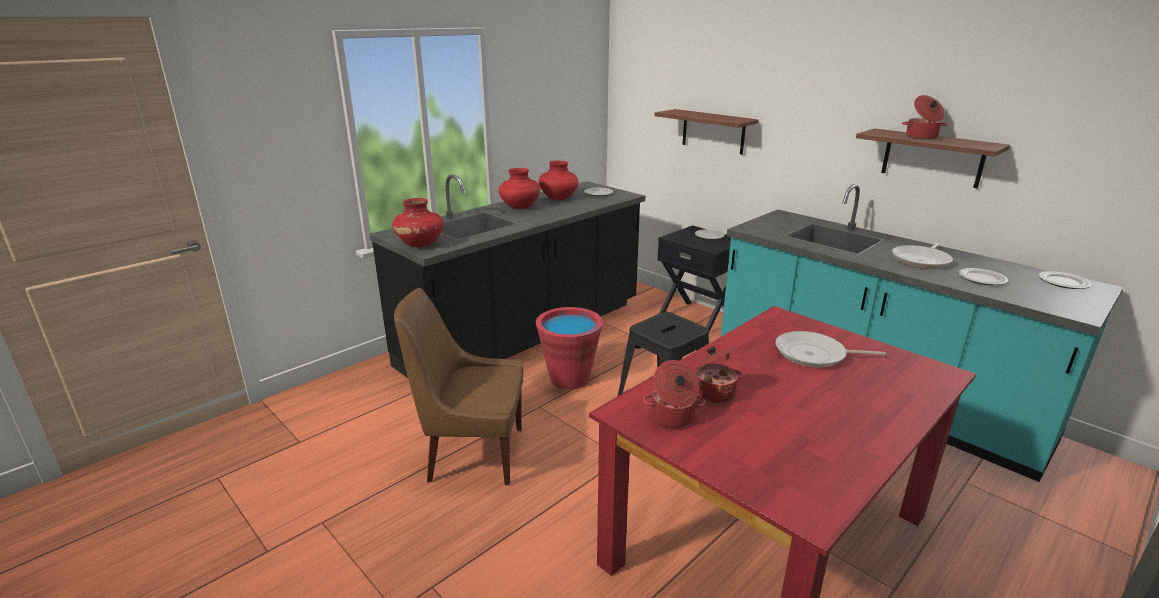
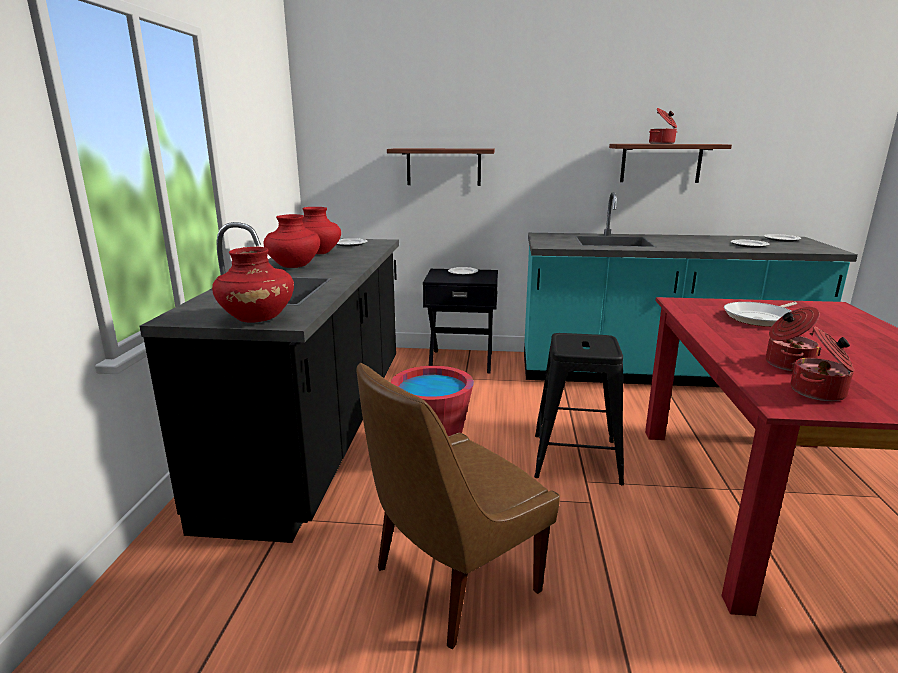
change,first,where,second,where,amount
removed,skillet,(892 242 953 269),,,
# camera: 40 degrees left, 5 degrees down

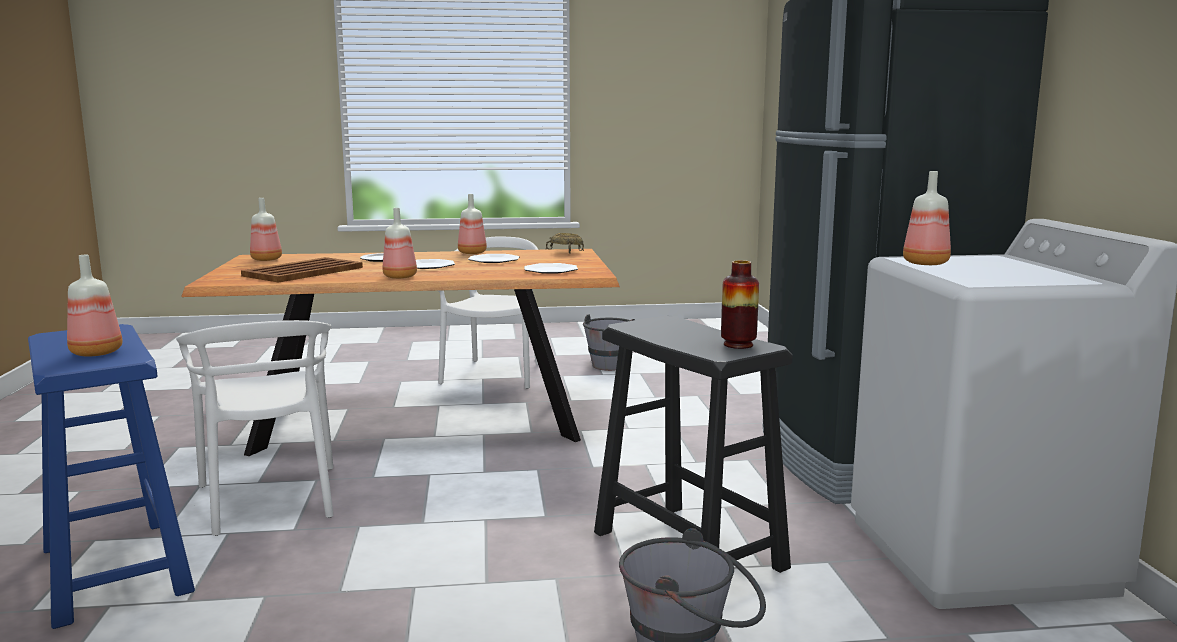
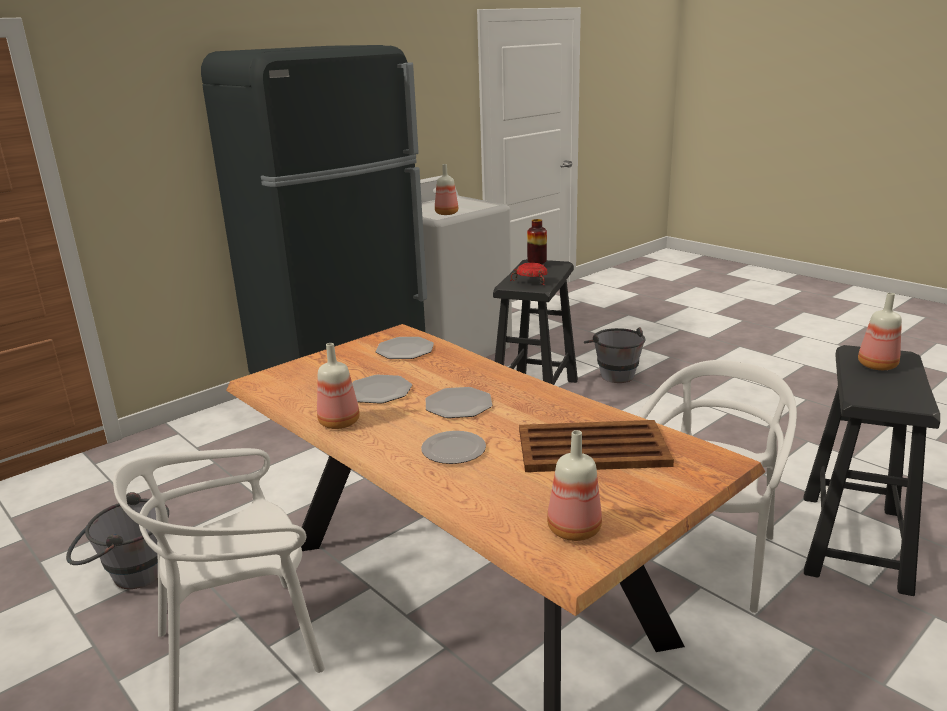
change,first,where,second,where,amount
removed,drink bottle,(383 208 417 279),,,
removed,beige bowl,(546 233 584 253),,,
recoloured,bluish sitting stool,(28 324 195 629),blackish sitting stool,(804 345 940 596),
added,,,reddish bowl,(510 263 548 285),
# camera: 125 degrees left, 10 degrees up

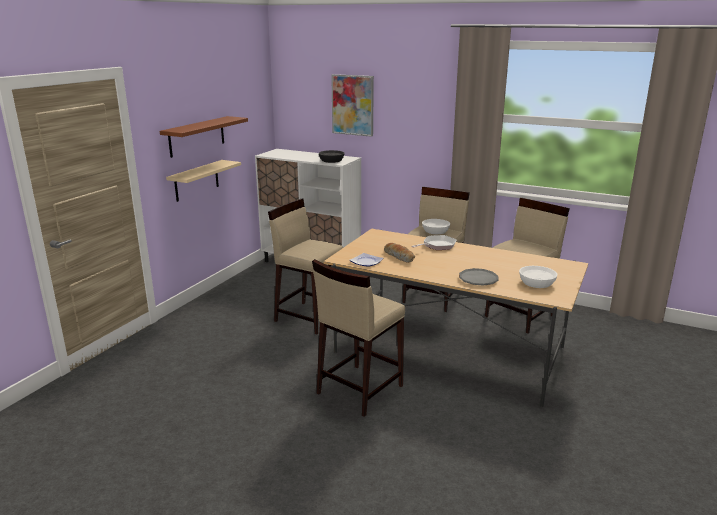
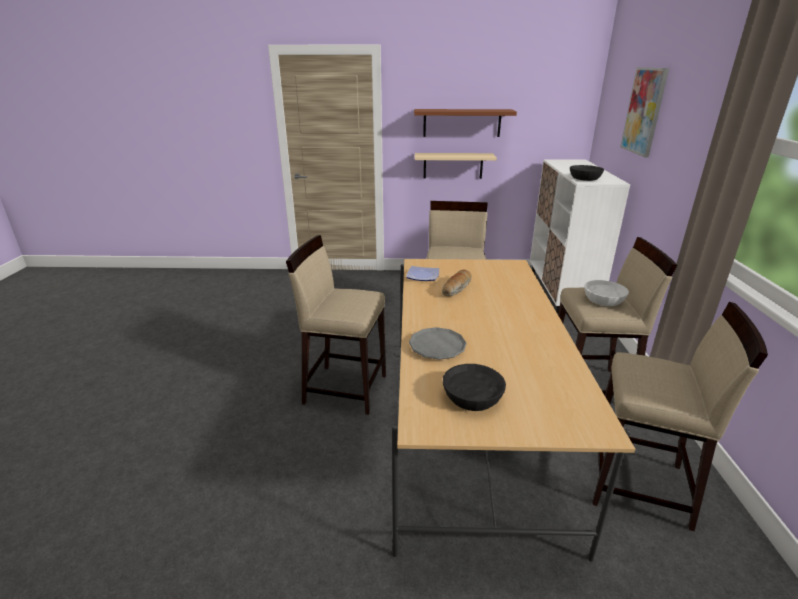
change,first,where,second,where,amount
removed,skillet,(411 235 457 250),,,
recoloured,white bowl,(519 266 557 288),blackish bowl,(443 364 506 411),
# camera: 65 degrees right, 5 degrees up

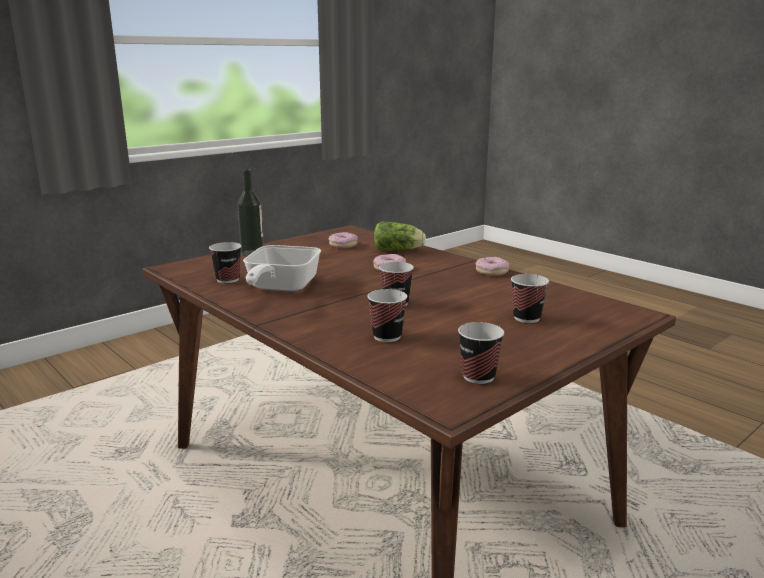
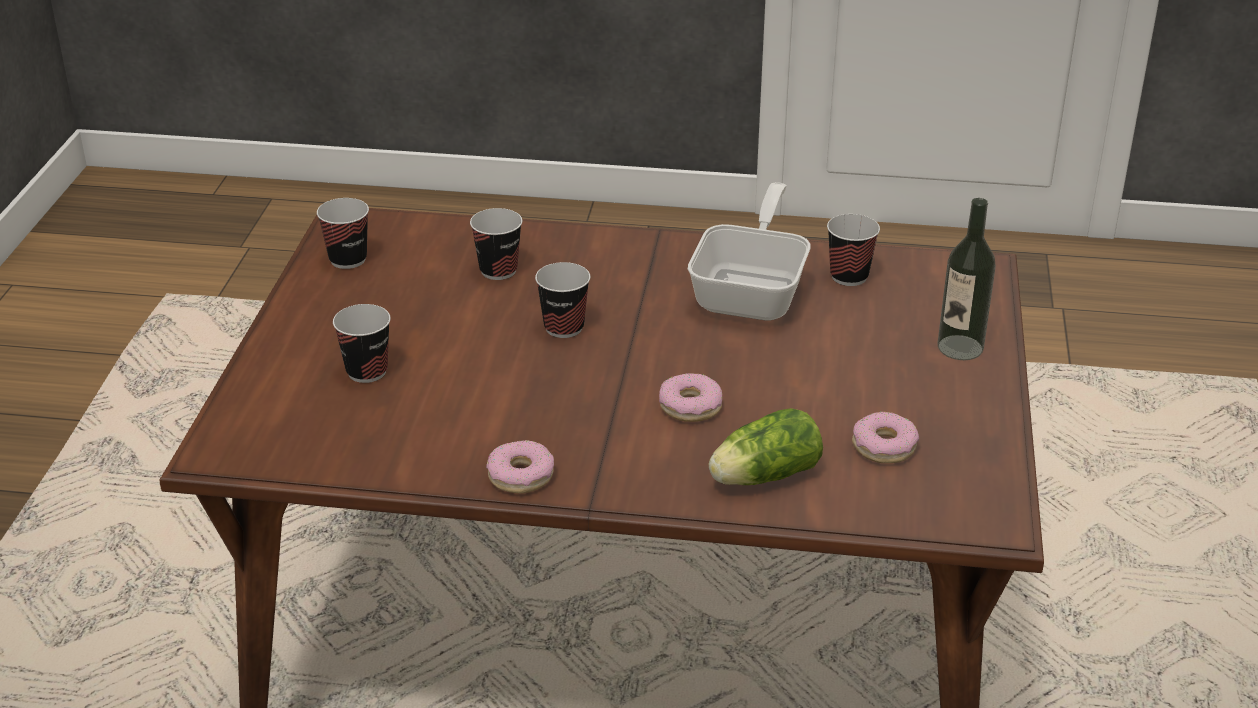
change,first,where,second,where,amount
turned,skillet,(243 245 321 292),,(688 182 811 321),45 degrees clockwise
# camera: 140 degrees right, 15 degrees up

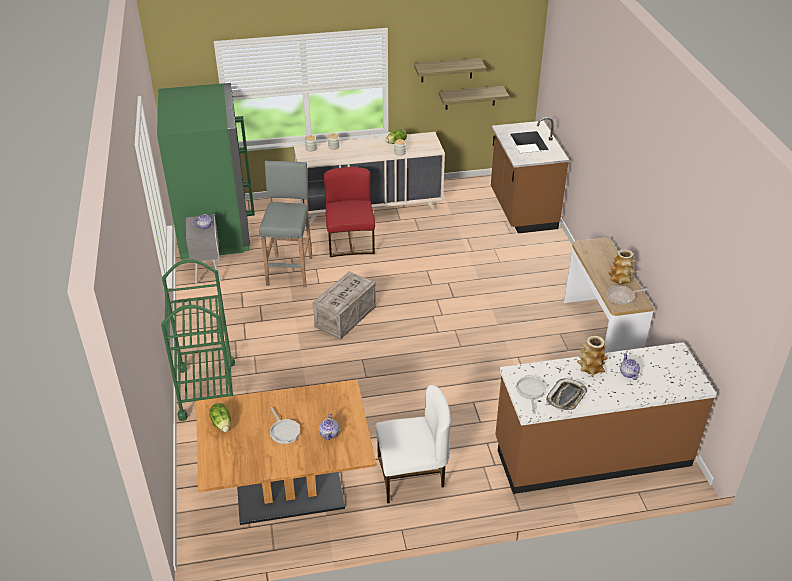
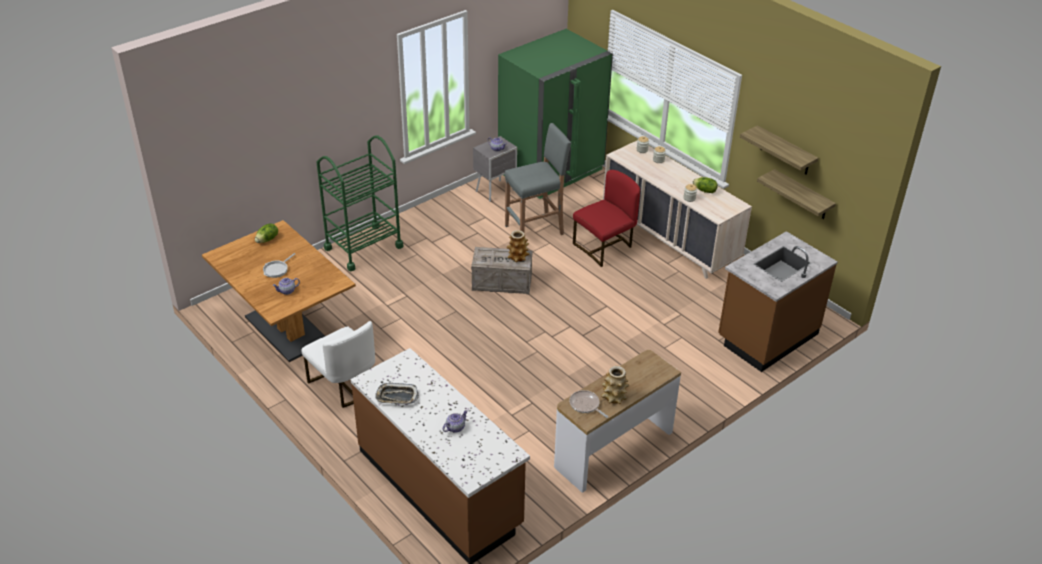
change,first,where,second,where,amount
moved,flower vase,(577 336 608 376),,(507 230 529 262),
removed,skillet,(515 375 546 414),,,
# camera: 60 degrees right, 0 degrees up

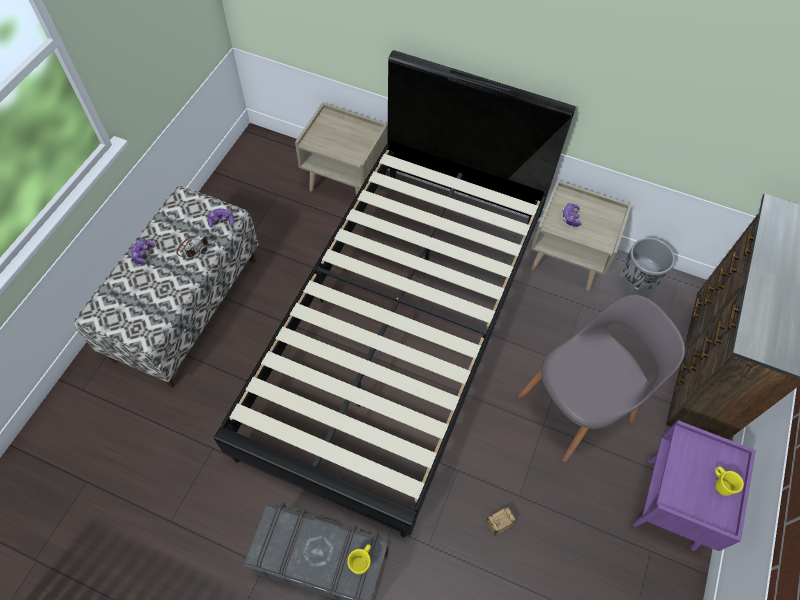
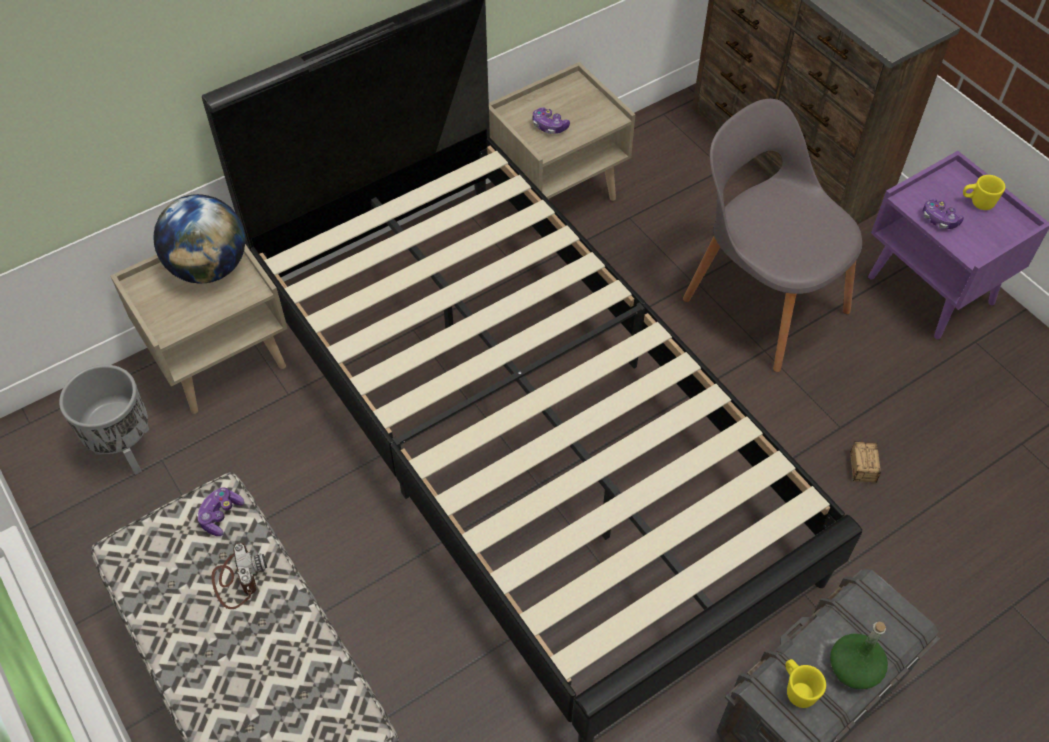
change,first,where,second,where,amount
moved,gray flower pot,(620 238 675 295),,(59 365 149 475),
moved,joypad,(130 239 156 265),,(923 198 964 229),
turned,gray chair,(518 295 685 462),,(683 99 862 372),45 degrees counterclockwise
moved,yellow mug,(347 544 371 574),,(785 659 826 708),
added,,,desk globe,(153 194 245 283),
added,,,green drink bottle,(830 622 888 689),
# camera: 55 degrees left, 5 degrees down

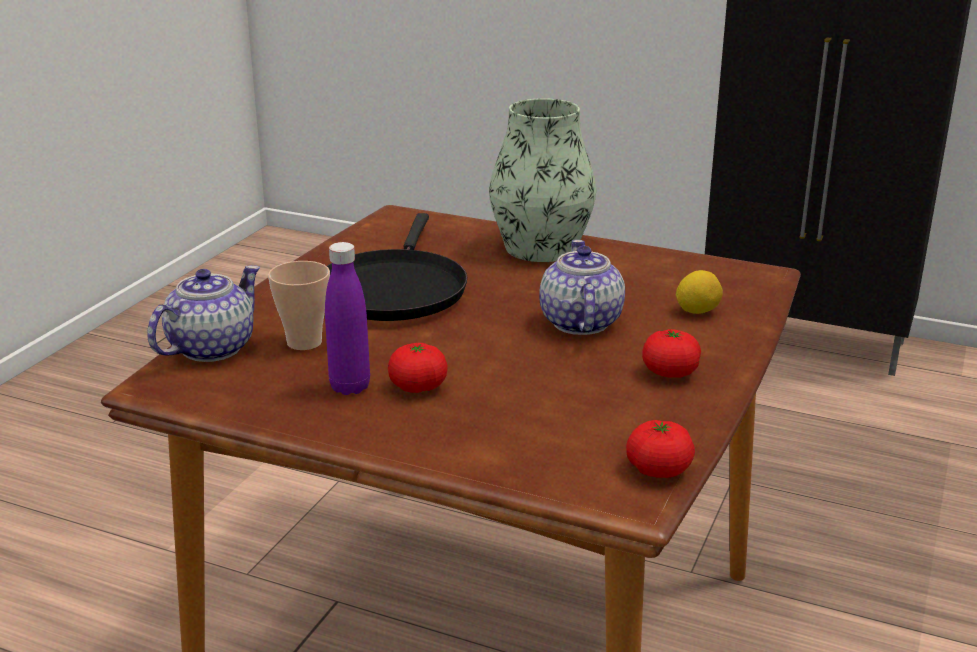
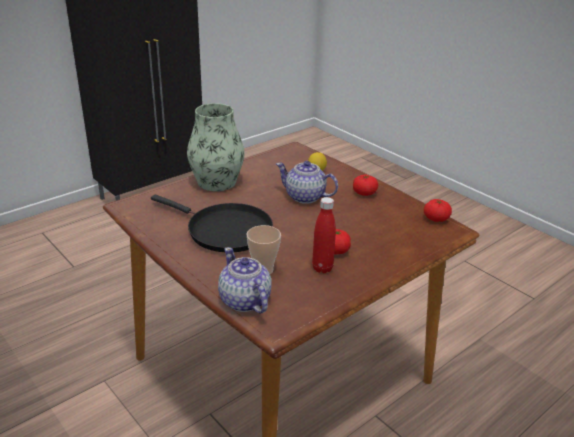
change,first,where,second,where,amount
recoloured,purplish drink bottle,(325 242 370 395),reddish drink bottle,(312 197 336 273),
# camera: 65 degrees left, 5 degrees up

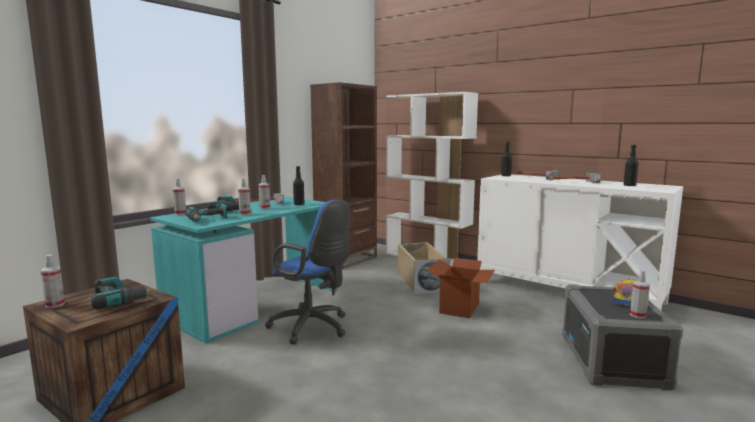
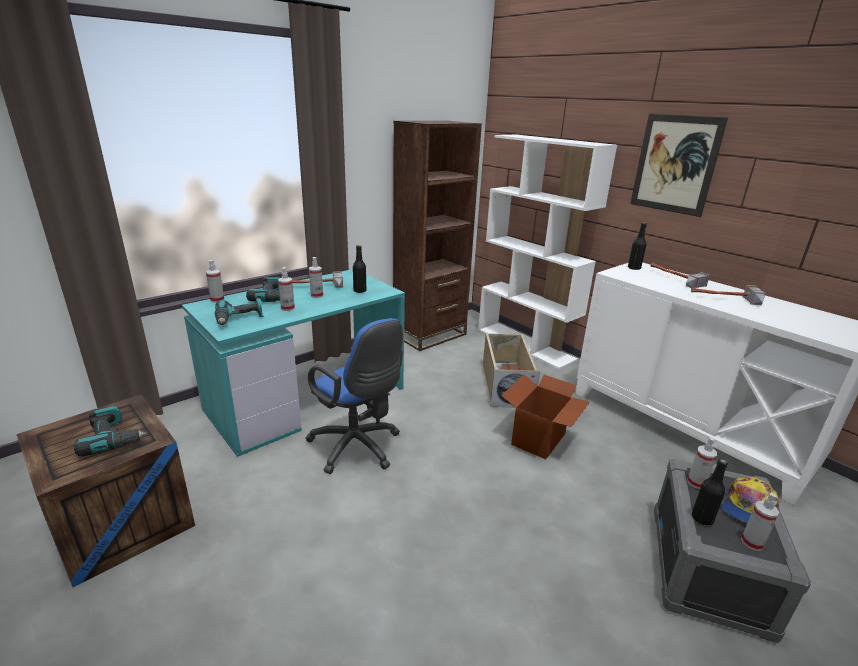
change,first,where,second,where,amount
moved,blackish drink bottle,(624 144 639 186),,(692 459 728 525),
moved,spray bottle,(41 255 65 308),,(687 437 717 489),
added,,,wall art,(630 113 728 217),
# camera: 10 degrees right, 15 degrees up

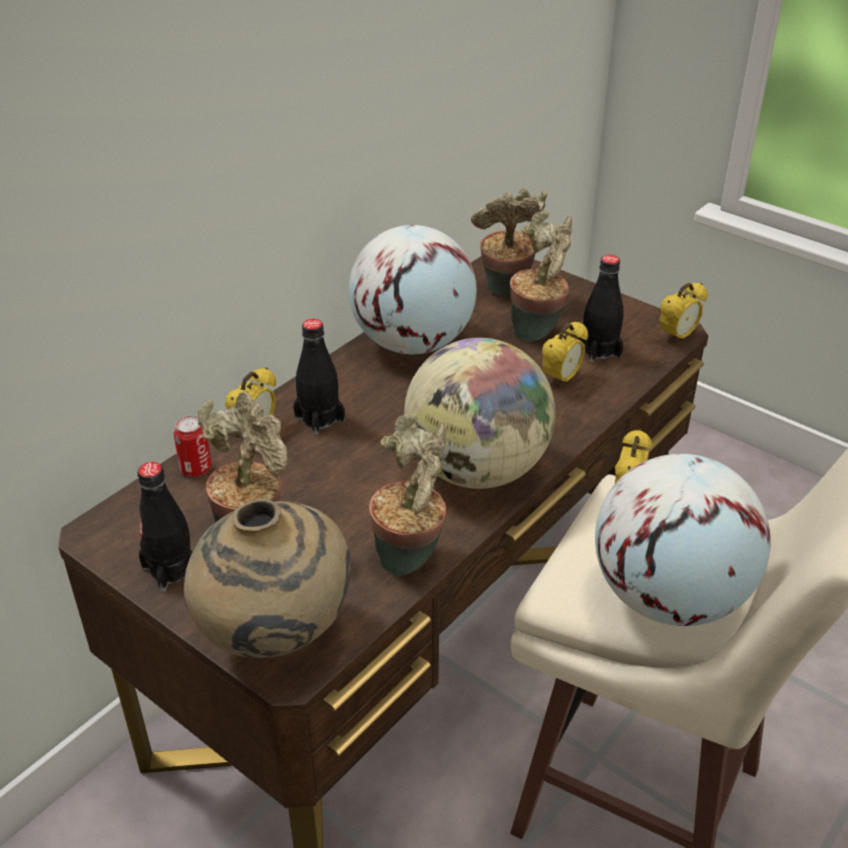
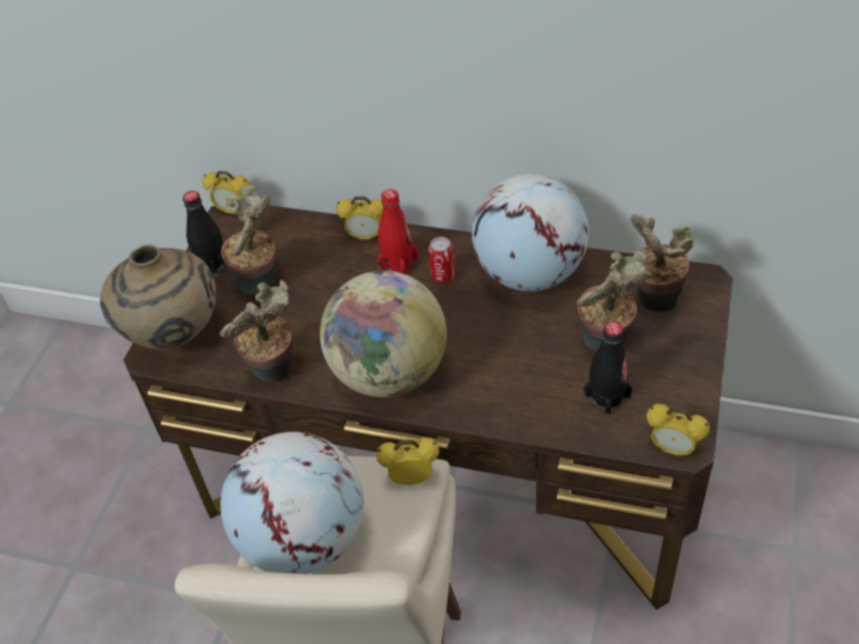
change,first,where,second,where,amount
recoloured,blackish drink bottle,(293 319 345 435),reddish drink bottle,(378 189 418 275),
moved,alarm clock,(542 321 588 388),,(203 171 250 214),
moved,metal can,(173 416 212 477),,(428 237 455 283),
# camera: 70 degrees right, 10 degrees up

